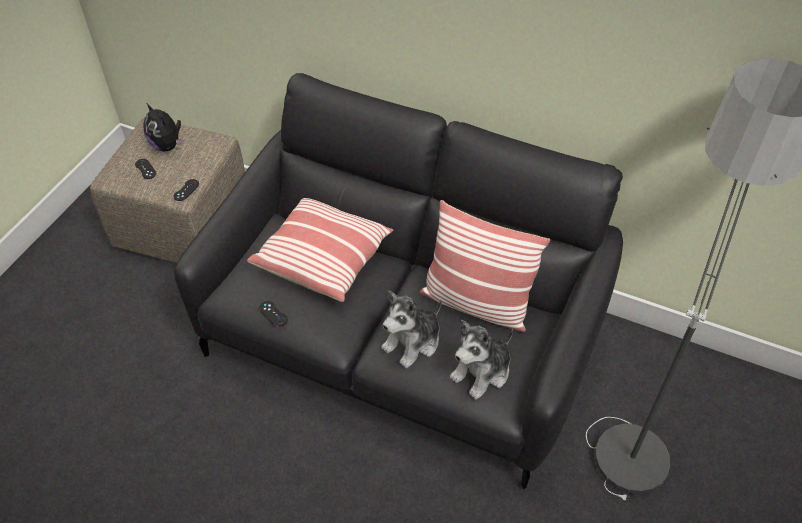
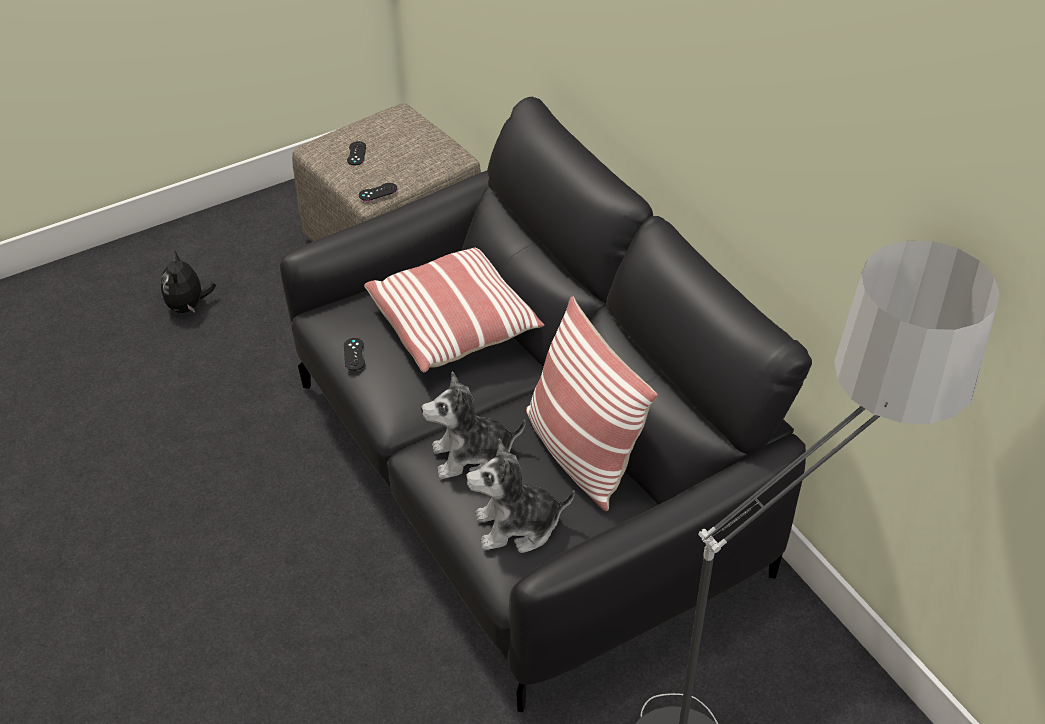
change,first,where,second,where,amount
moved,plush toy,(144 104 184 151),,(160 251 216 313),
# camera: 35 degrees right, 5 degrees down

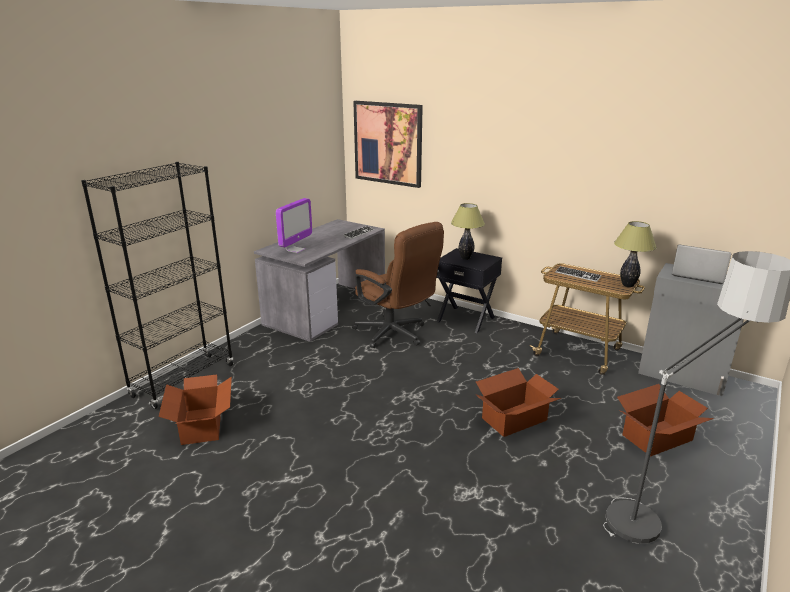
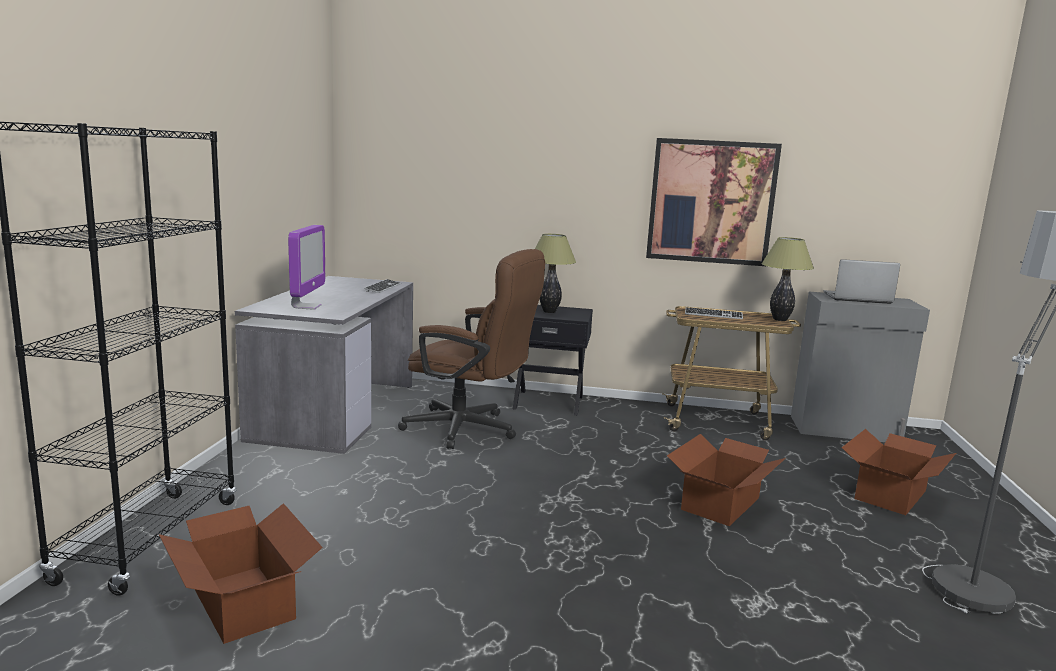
change,first,where,second,where,amount
moved,wall art,(353 101 423 188),,(646 138 782 266),
# camera: 25 degrees left, 10 degrees down

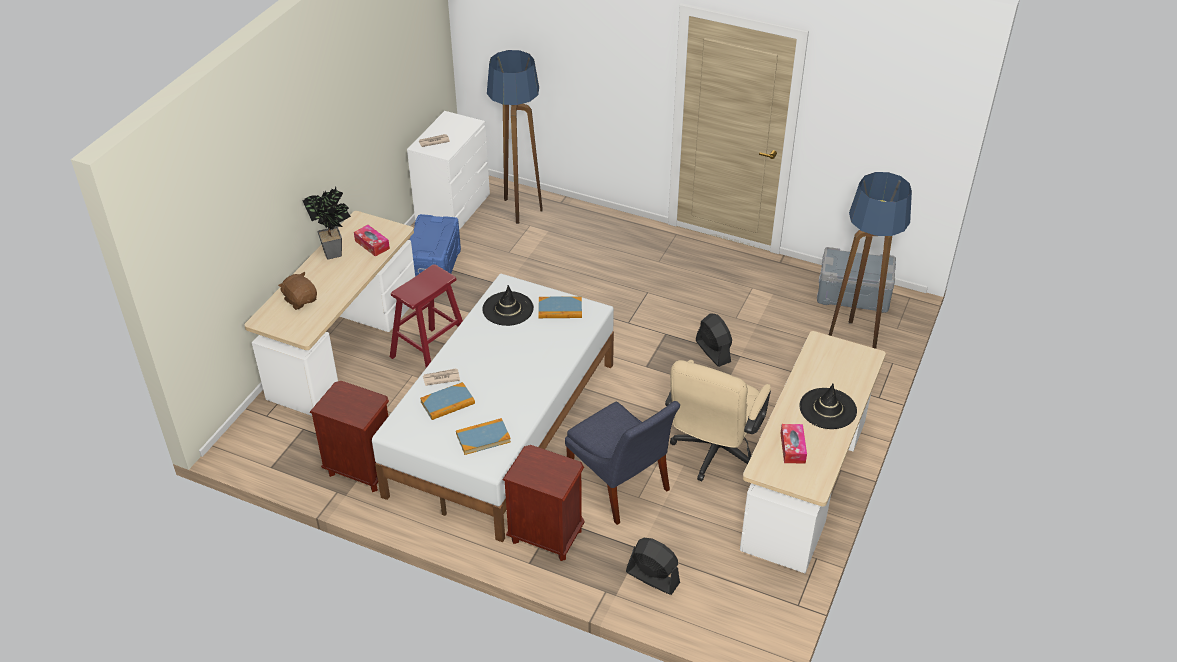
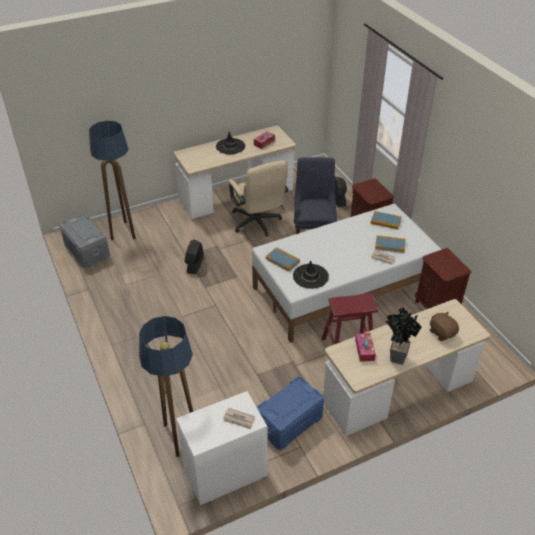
change,first,where,second,where,amount
turned,brown plush toy,(278 272 317 310),,(430 312 459 341),150 degrees clockwise
turned,beige desk chair,(665 360 771 481),,(229 160 288 237),90 degrees clockwise
# camera: 140 degrees left, 0 degrees up

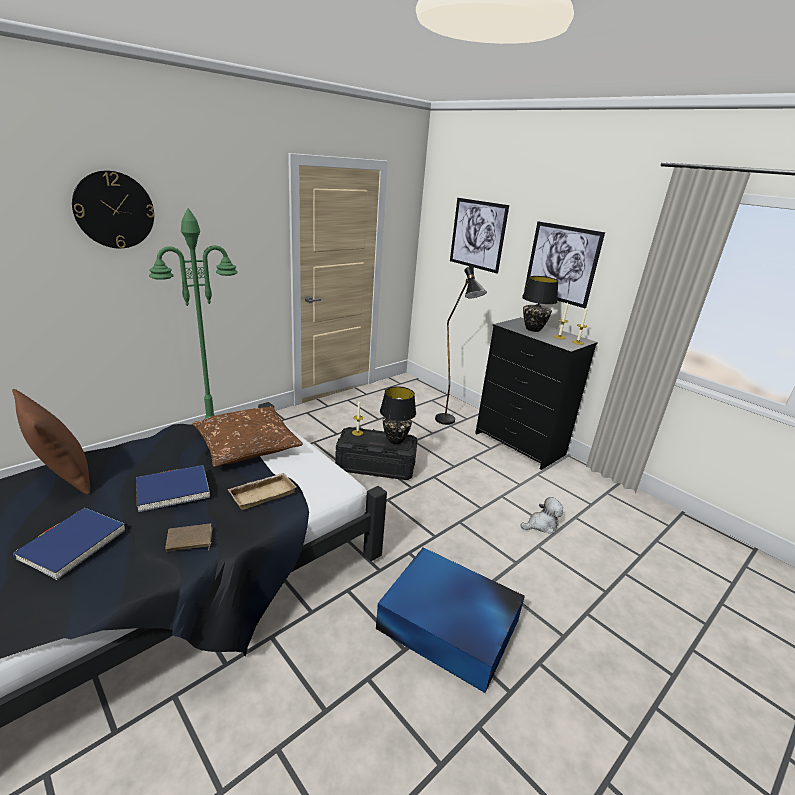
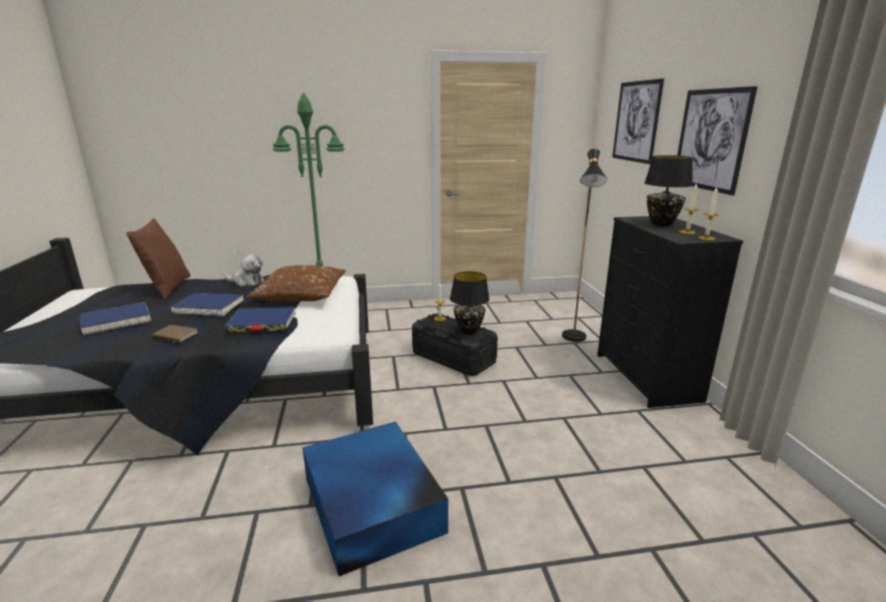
change,first,where,second,where,amount
removed,hanging clock,(72 171 155 248),,,
replaced,beige serving tray,(227 473 297 510),bluish book,(225 307 295 332),
moved,plush toy,(520 497 563 534),,(224 254 265 286),
# camera: 35 degrees right, 5 degrees down

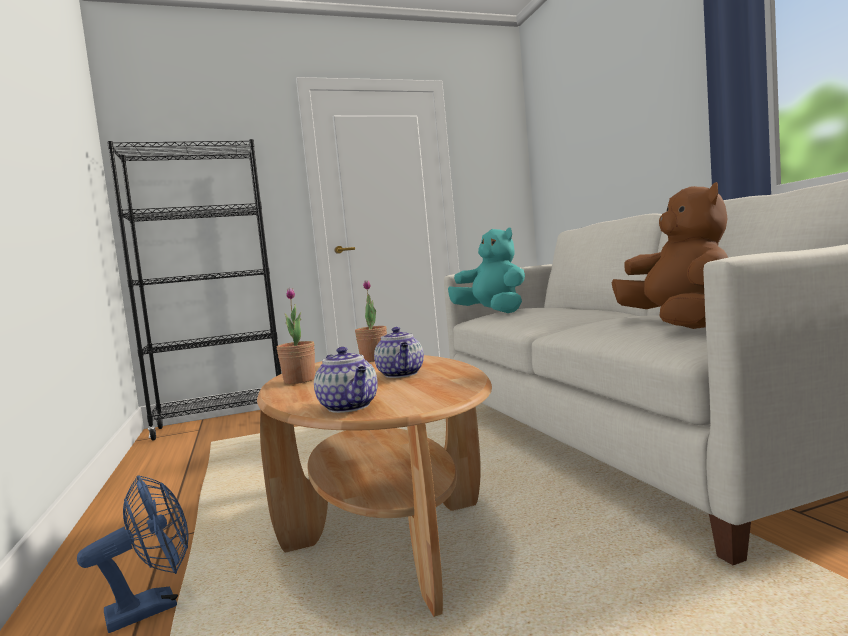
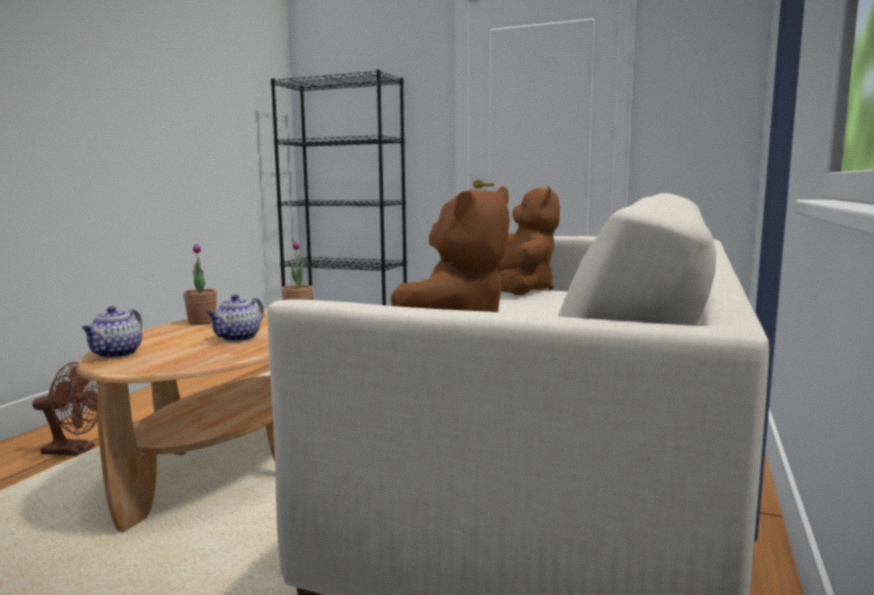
change,first,where,second,where,amount
recoloured,turquoise plush toy,(448 228 525 313),brown plush toy,(497 186 560 295),
recoloured,bluish cooling fan,(77 475 189 633),brown cooling fan,(32 362 98 455),
# camera: 40 degrees right, 5 degrees up

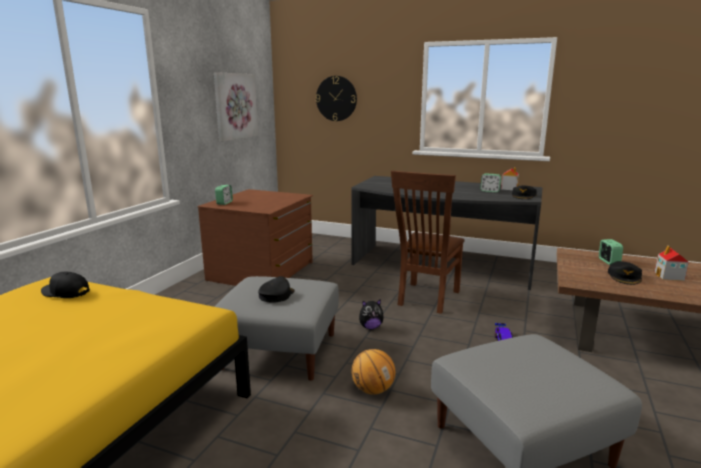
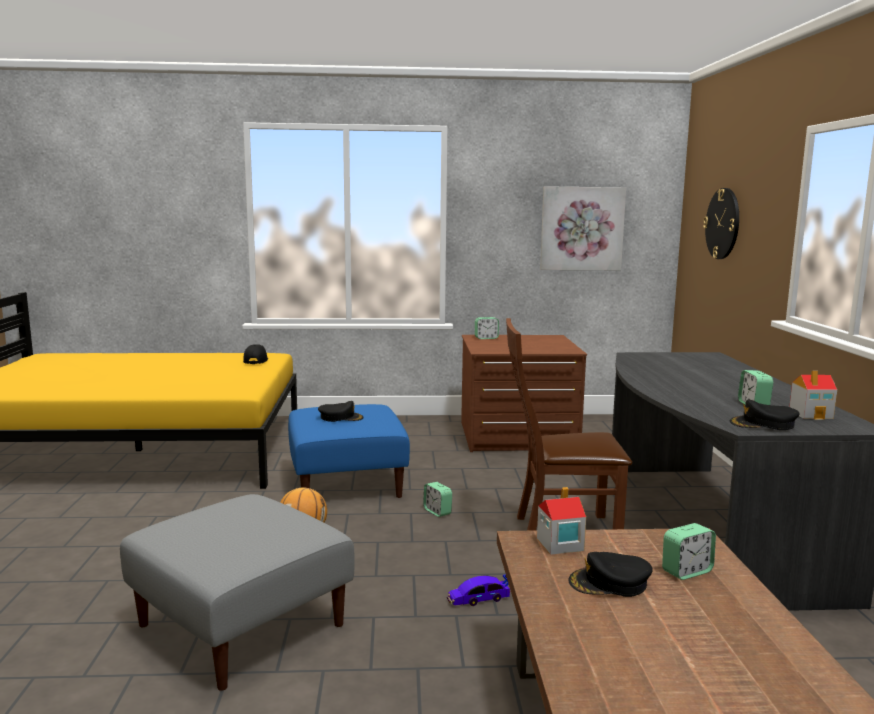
change,first,where,second,where,amount
moved,model house,(655 245 689 281),,(537 487 586 555),
recoloured,gray pouffe,(214 276 339 381),bluish pouffe,(288 404 410 498),
replaced,plush toy,(359 299 384 329),alarm clock,(423 482 452 517),
# camera: 65 degrees right, 5 degrees down

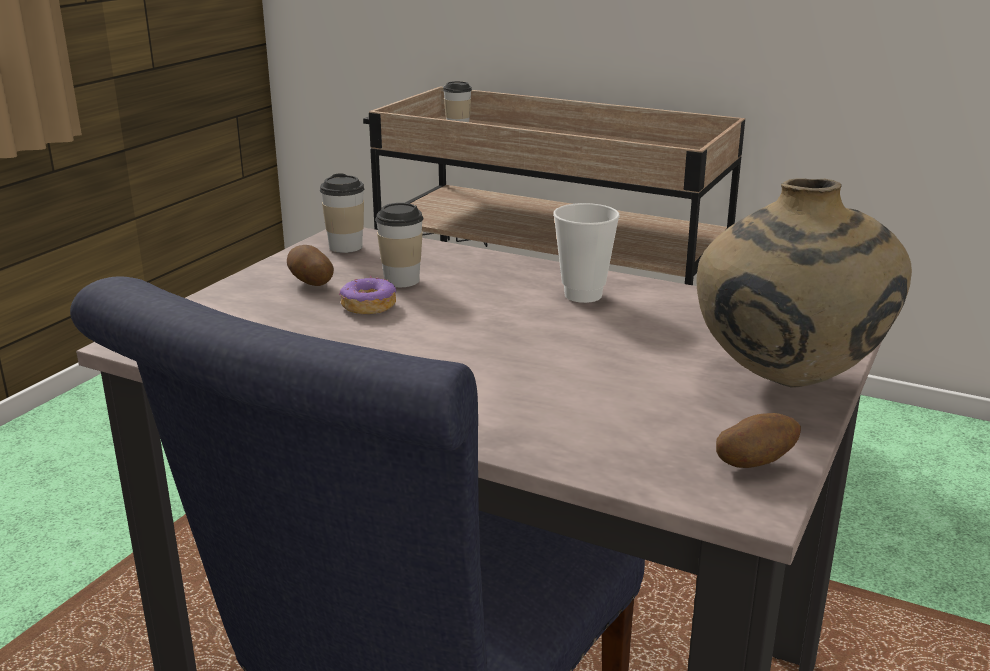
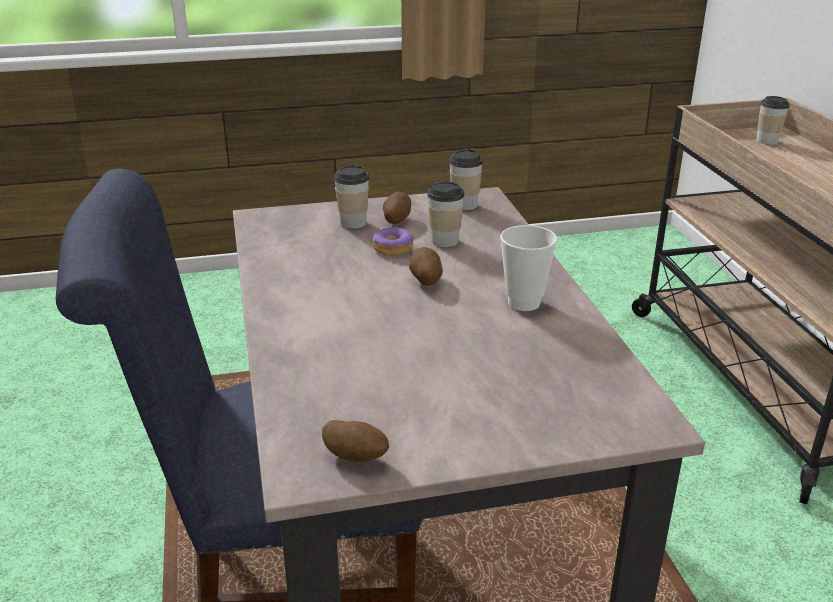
change,first,where,second,where,amount
removed,beige flower vase,(697 178 912 388),,,
added,,,cup,(334 165 369 229),
added,,,potato,(409 247 443 286),
# camera: 50 degrees right, 5 degrees up

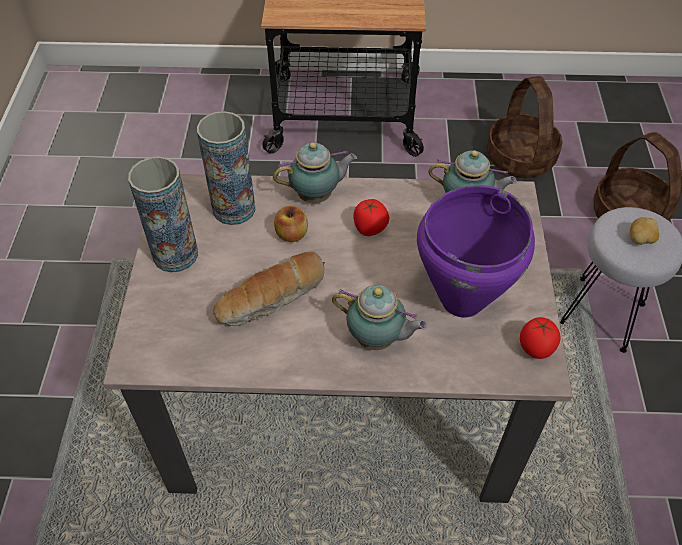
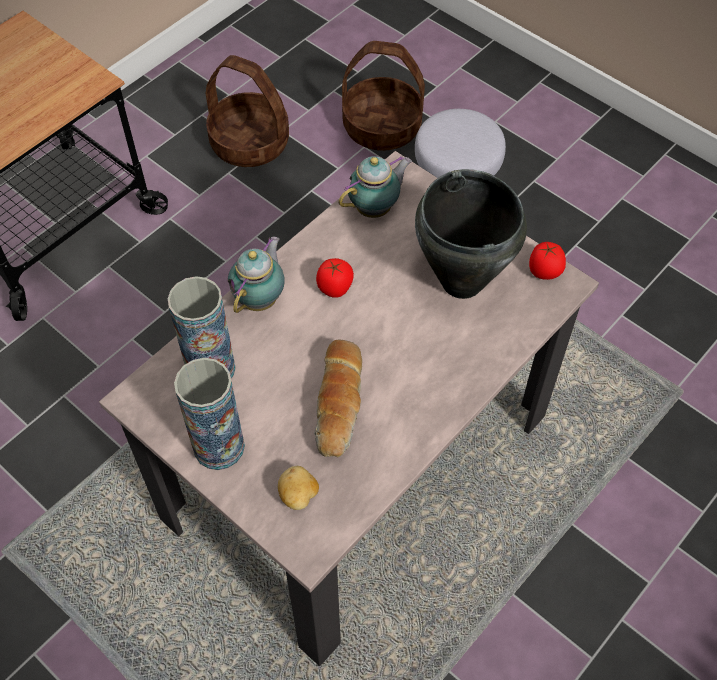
change,first,where,second,where,amount
recoloured,purplish cooking pot,(417 185 535 318),blackish cooking pot,(415 169 527 299),
removed,apple fruit,(274 206 308 242),,,
moved,potato,(630 217 659 245),,(278 466 319 510),
removed,tea pot,(332 285 428 350),,,
# camera: 50 degrees left, 5 degrees up

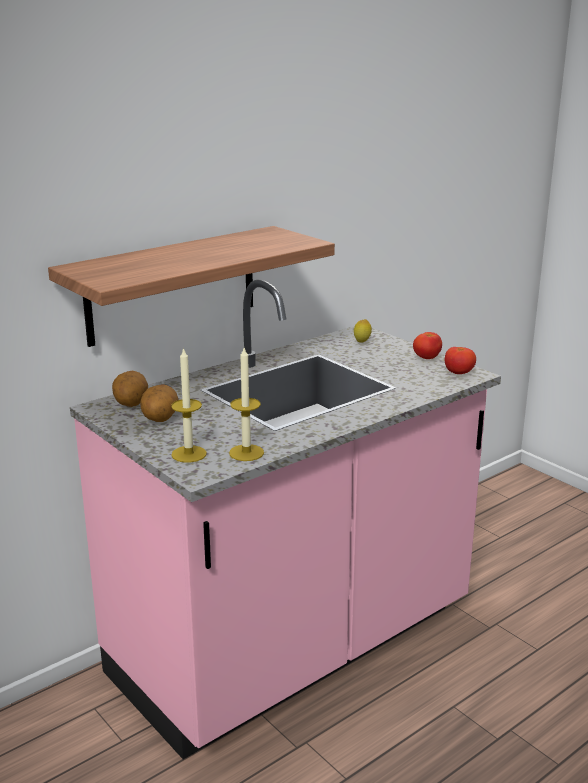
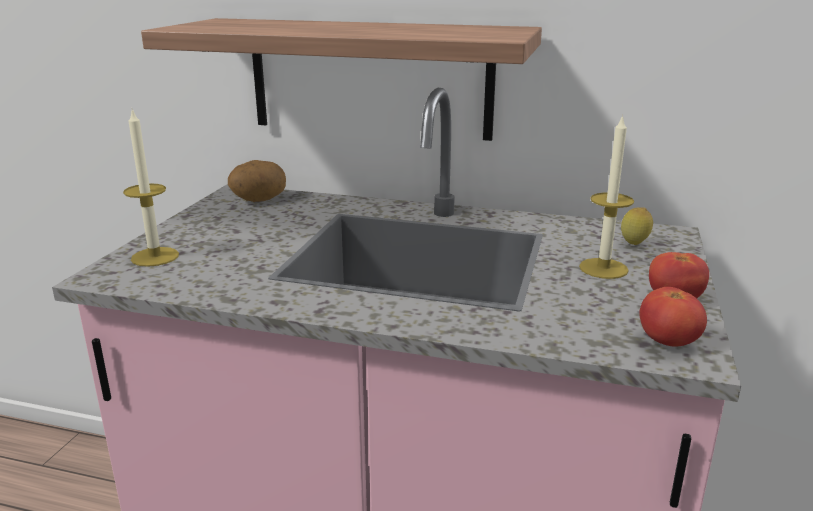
change,first,where,second,where,amount
moved,wax candle,(229 348 264 461),,(579 114 634 279),
removed,potato,(140 384 179 422),,,
# camera: 55 degrees right, 0 degrees up

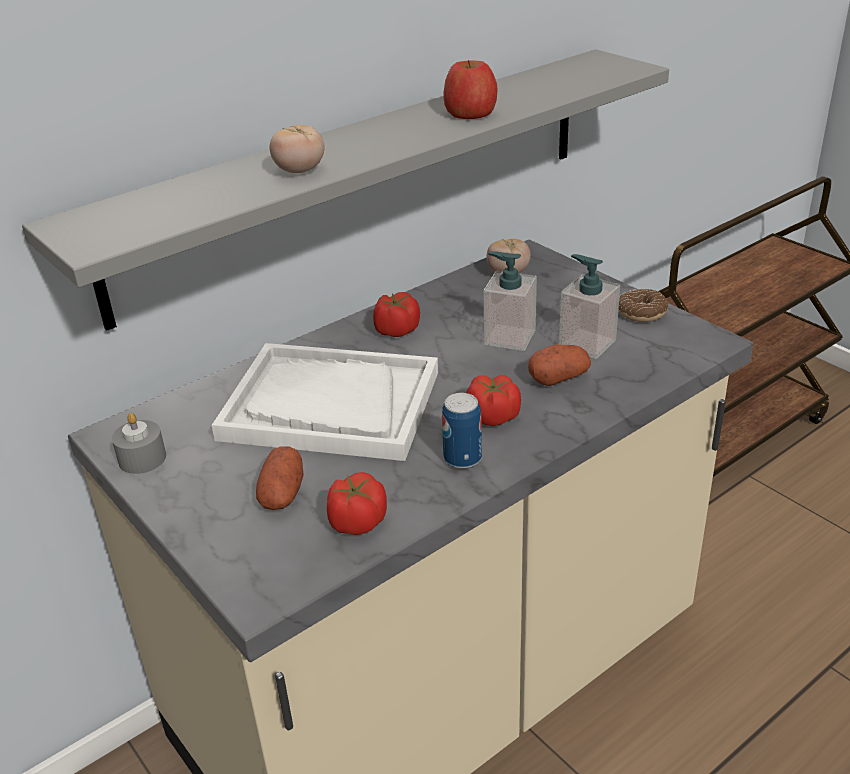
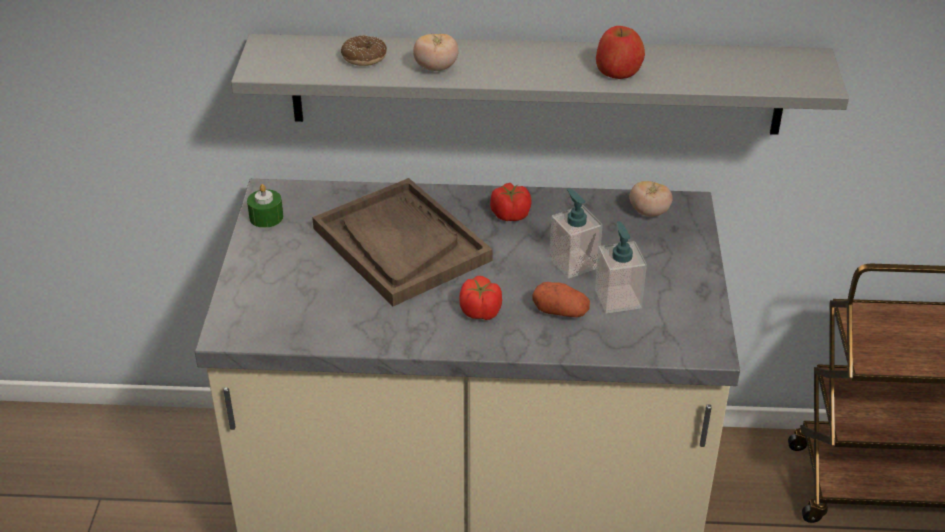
change,first,where,second,where,amount
moved,donut,(618 289 668 322),,(341 35 387 66),
recoloured,white serving tray,(212 343 438 461),brown serving tray,(312 178 493 306),
removed,metal can,(442 393 482 469),,,
recoloured,gray wax candle,(112 413 166 474),green wax candle,(247 184 283 228),
removed,potato,(256 446 304 510),,,
removed,whole tomato,(327 472 387 535),,,
# camera: 40 degrees right, 5 degrees up

